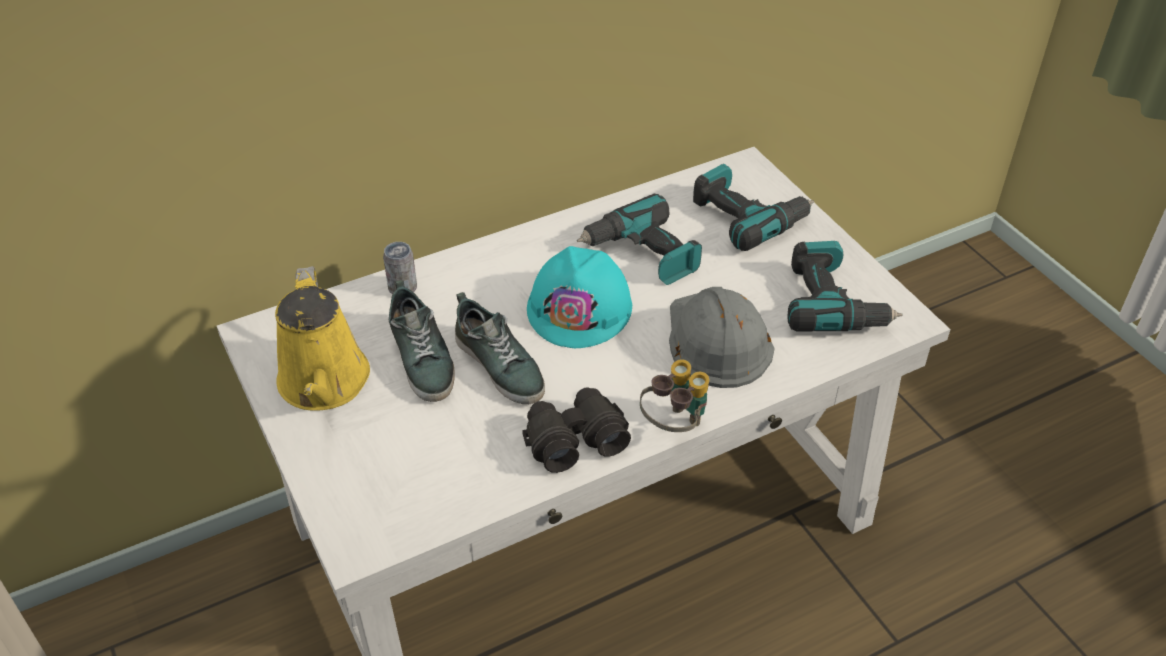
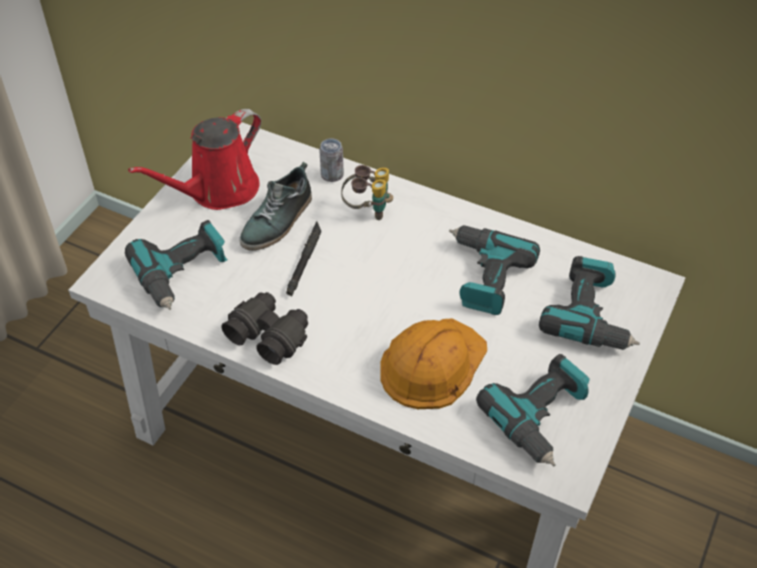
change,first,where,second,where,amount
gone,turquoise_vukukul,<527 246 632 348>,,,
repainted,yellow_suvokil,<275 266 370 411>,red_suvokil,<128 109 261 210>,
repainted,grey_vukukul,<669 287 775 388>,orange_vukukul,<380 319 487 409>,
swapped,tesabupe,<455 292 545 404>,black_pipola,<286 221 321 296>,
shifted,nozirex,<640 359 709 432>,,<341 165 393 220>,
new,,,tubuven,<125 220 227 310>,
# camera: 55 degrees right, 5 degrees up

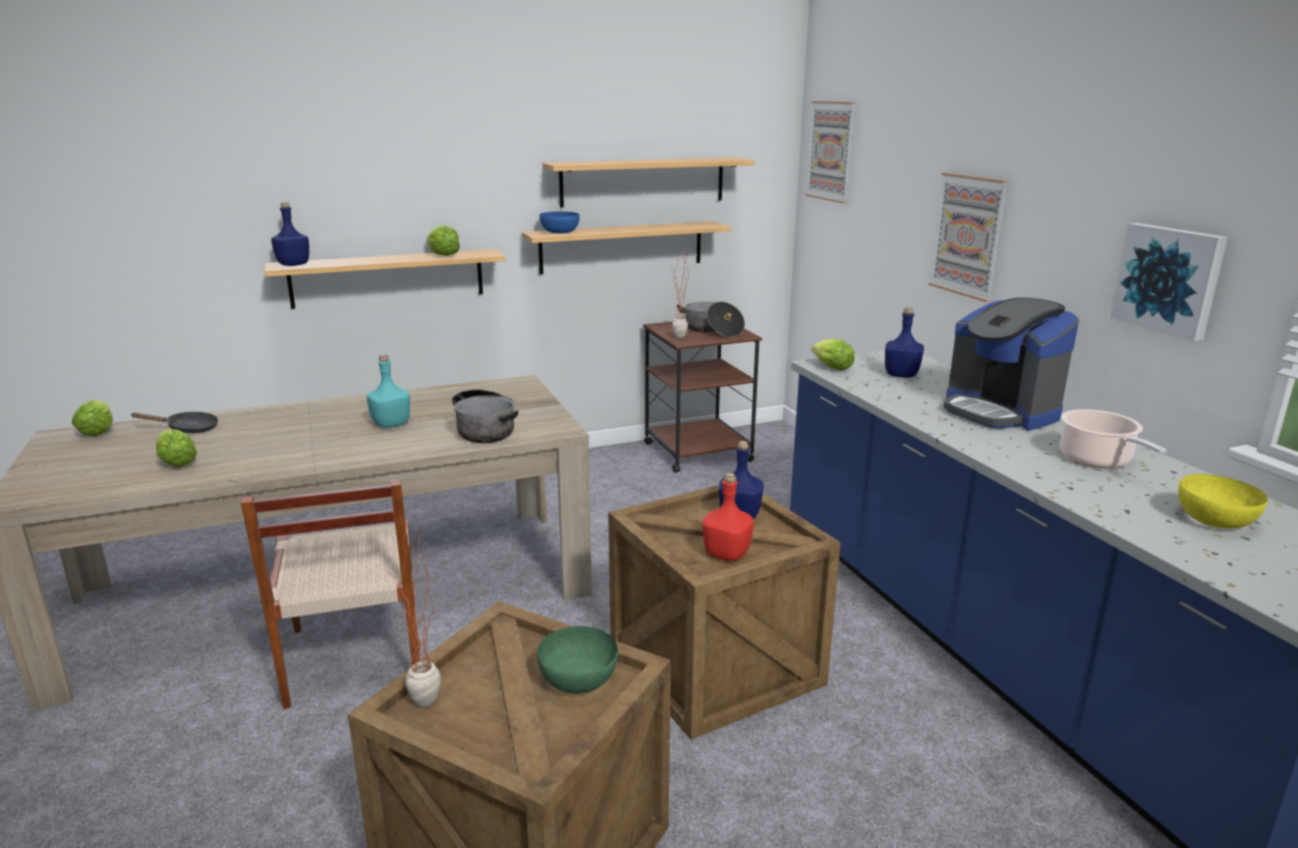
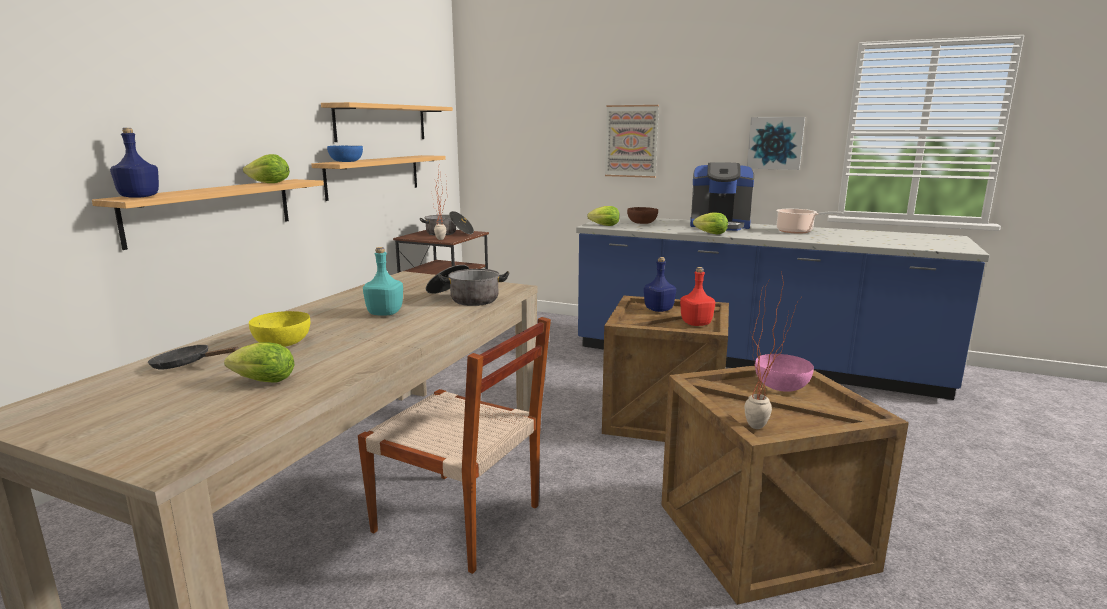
change,first,where,second,where,amount
gone,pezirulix,<805 101 856 204>,,,
swapped,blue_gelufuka,<885 307 924 378>,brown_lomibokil,<627 207 658 224>,
shifted,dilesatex,<72 400 113 436>,,<693 212 728 234>,
rotated,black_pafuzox,<132 412 218 433>,,<148 345 238 370>,120 degrees counterclockwise
shifted,yellow_lomibokil,<1178 474 1268 528>,,<249 311 310 347>,
repainted,green_lomibokil,<537 626 618 693>,pink_lomibokil,<755 354 814 392>,
# camera: 45 degrees left, 5 degrees down

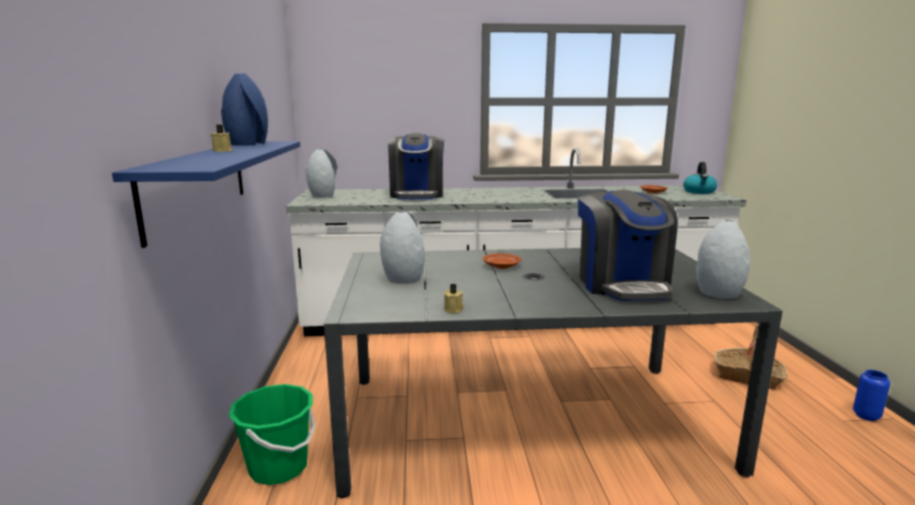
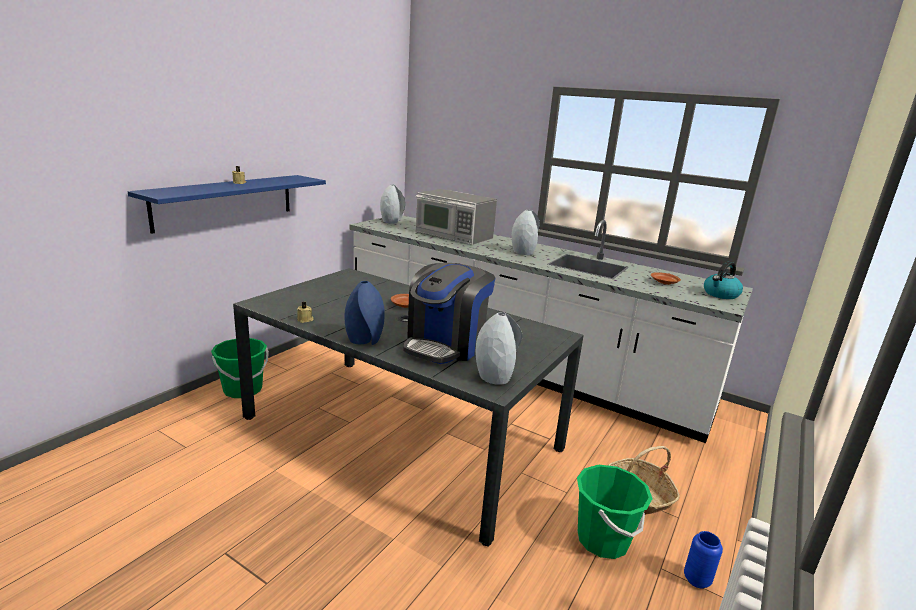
change,first,where,second,where,amount
shifted,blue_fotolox,<221 73 268 146>,,<344 281 384 345>,
swapped,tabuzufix,<388 133 444 199>,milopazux,<416 189 497 245>,
shifted,grey_fotolox,<380 211 425 284>,,<512 210 540 255>,
new,,,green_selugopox,<577 465 653 559>,
# camera: 35 degrees right, 5 degrees up

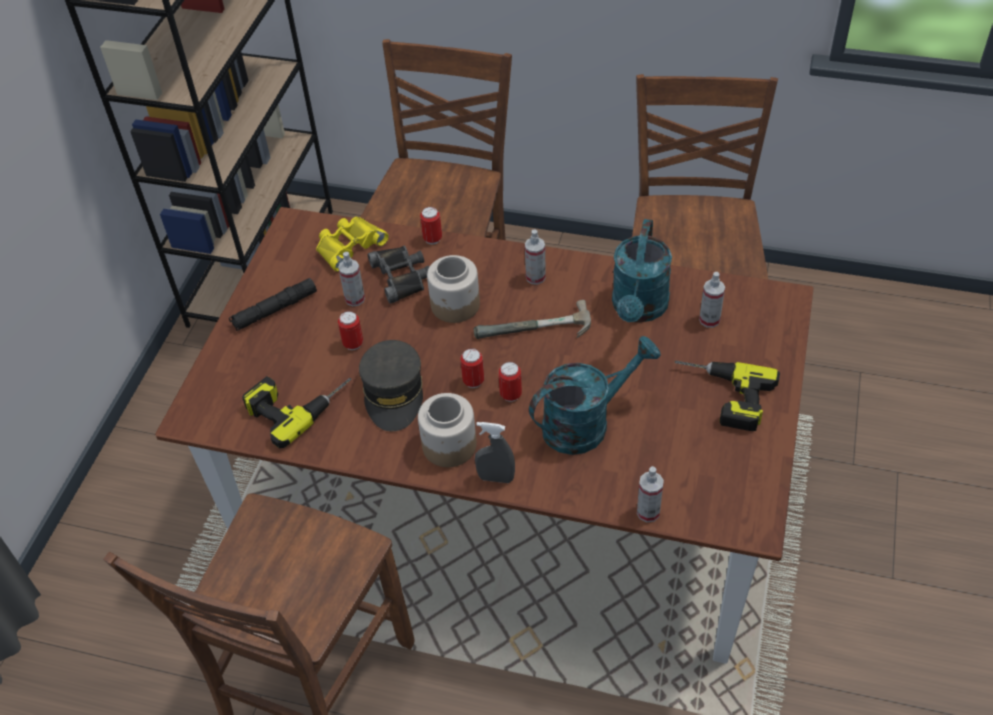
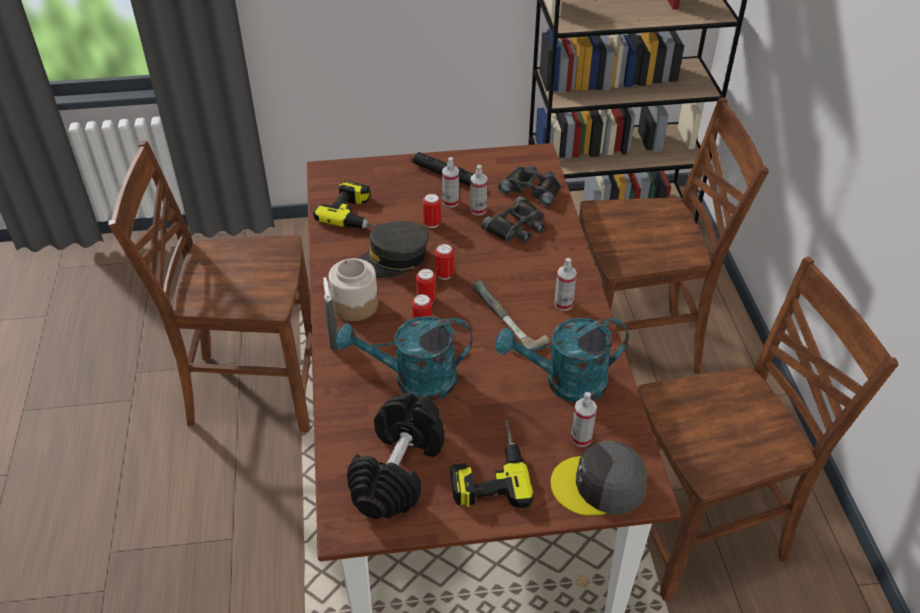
change,first,where,second,where,amount
shifted,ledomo,<420 207 442 244>,,<435 244 454 280>,
repainted,yellow_nozirex,<316 217 389 272>,black_nozirex,<498 166 561 207>,
gone,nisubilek,<427 255 480 323>,,,
rotated,turquoise_suvokil,<529 336 661 455>,,<336 316 473 401>,135 degrees clockwise
shifted,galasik,<637 466 664 522>,,<442 157 459 208>,
new,,,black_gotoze,<347 392 444 519>,
new,,,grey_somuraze,<550 441 647 516>,
# camera: 65 degrees right, 5 degrees down

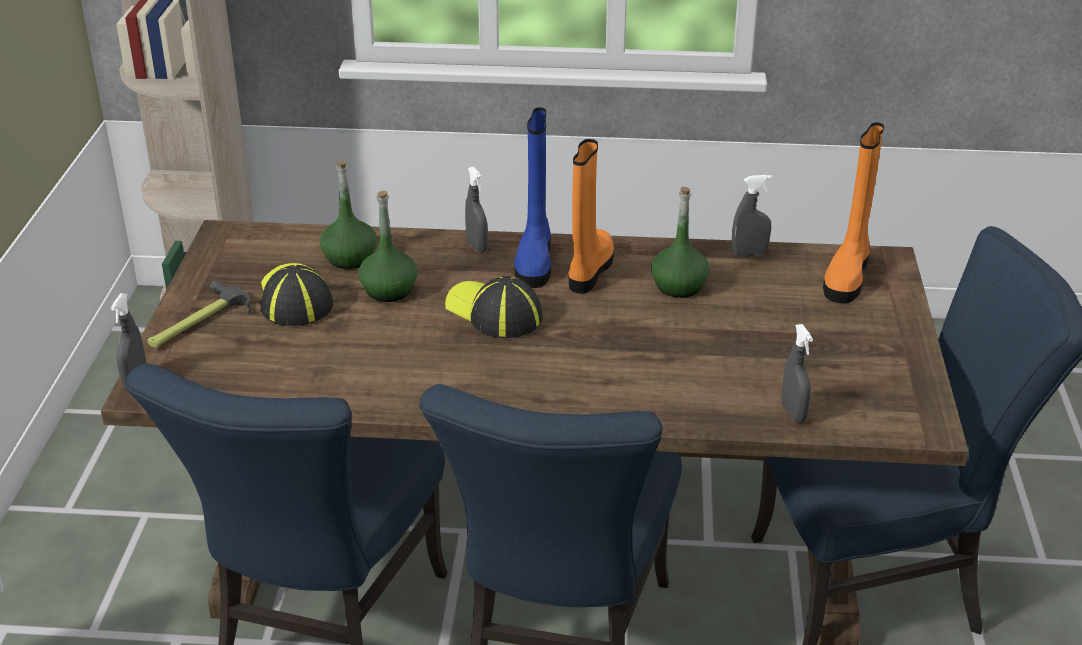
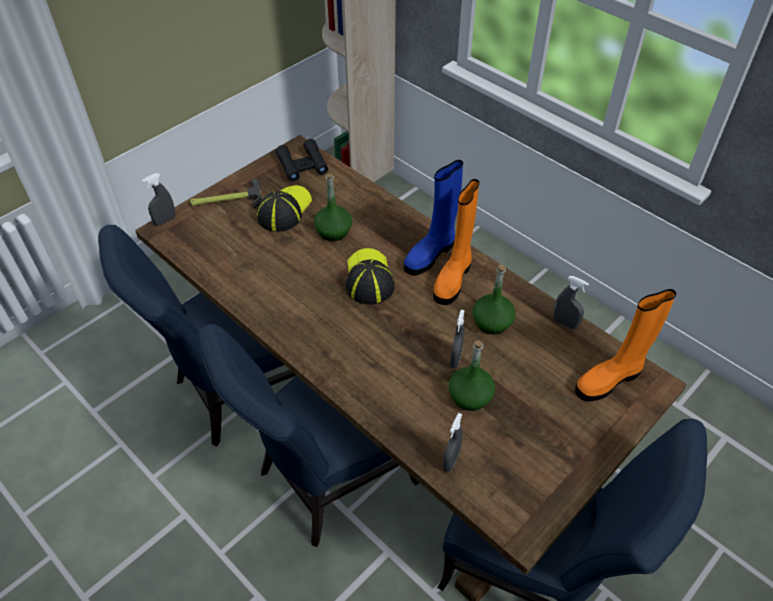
change,first,where,second,where,amount
rotated,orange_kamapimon,<568 139 614 294>,,<433 179 479 305>,150 degrees clockwise
shifted,green_gelufuka,<320 161 377 269>,,<448 340 495 411>,
shifted,grey_galasik,<465 167 488 253>,,<450 310 465 368>,
new,,,black_nozirex,<276 139 328 182>,
# camera: 40 degrees right, 15 degrees up

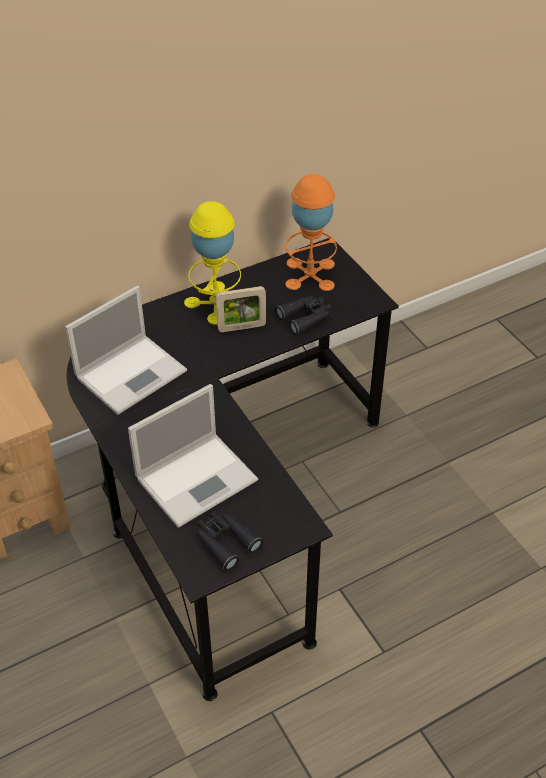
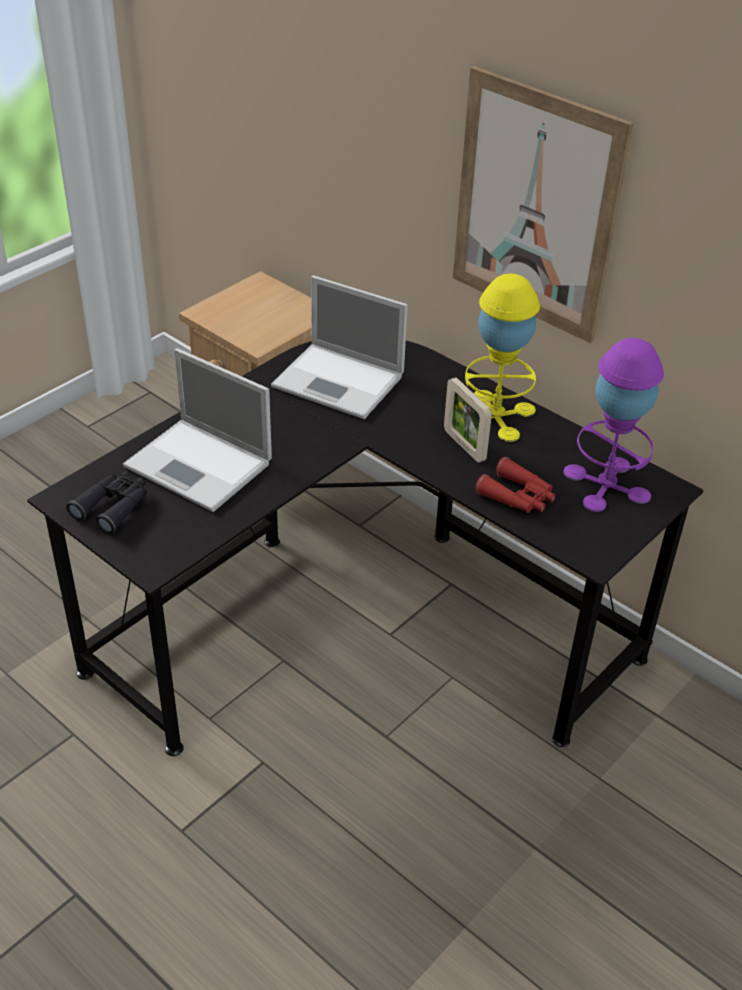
change,first,where,second,where,amount
repainted,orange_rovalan,<285 174 337 291>,purple_rovalan,<564 338 664 512>,
repainted,black_nozirex,<275 295 331 335>,red_nozirex,<475 457 556 513>,
new,,,pezirulix,<453 66 633 343>,
# camera: 70 degrees right, 5 degrees down

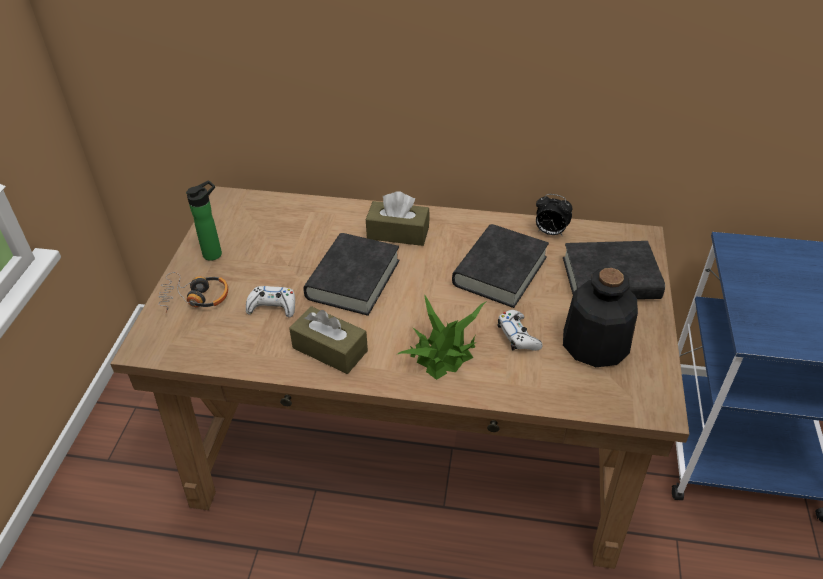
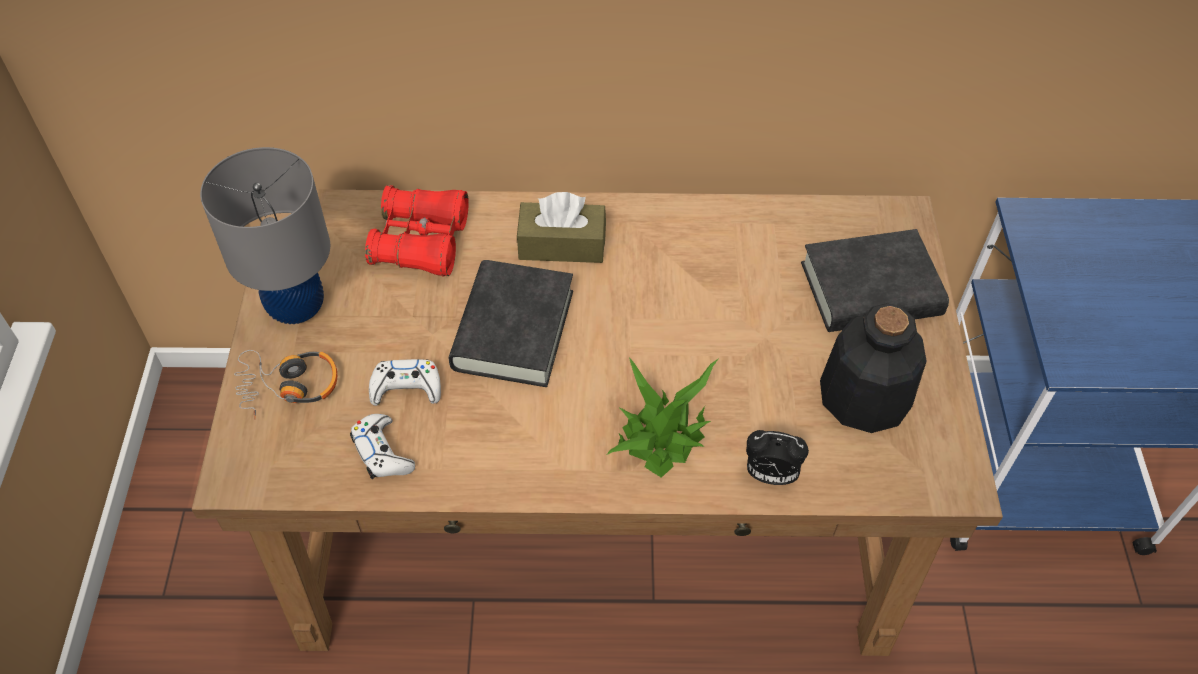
change,first,where,second,where,amount
swapped,gelufuka,<186 181 222 261>,grey_rovalan,<200 147 330 324>,
shifted,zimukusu,<536 194 572 235>,,<746 430 809 485>,
gone,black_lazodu,<452 224 549 308>,,,
gone,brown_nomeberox,<289 306 368 374>,,,
shifted,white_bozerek,<498 310 543 351>,,<350 414 415 479>,
new,,,red_nozirex,<365 185 469 277>,
# camera: 10 degrees left, 10 degrees up

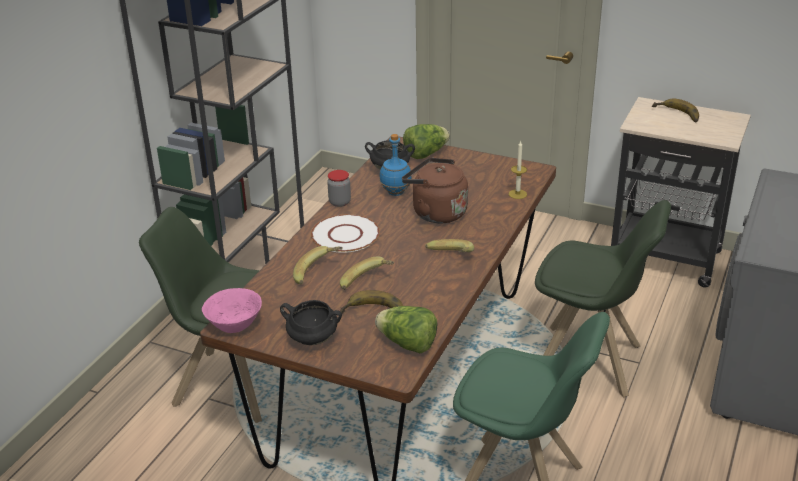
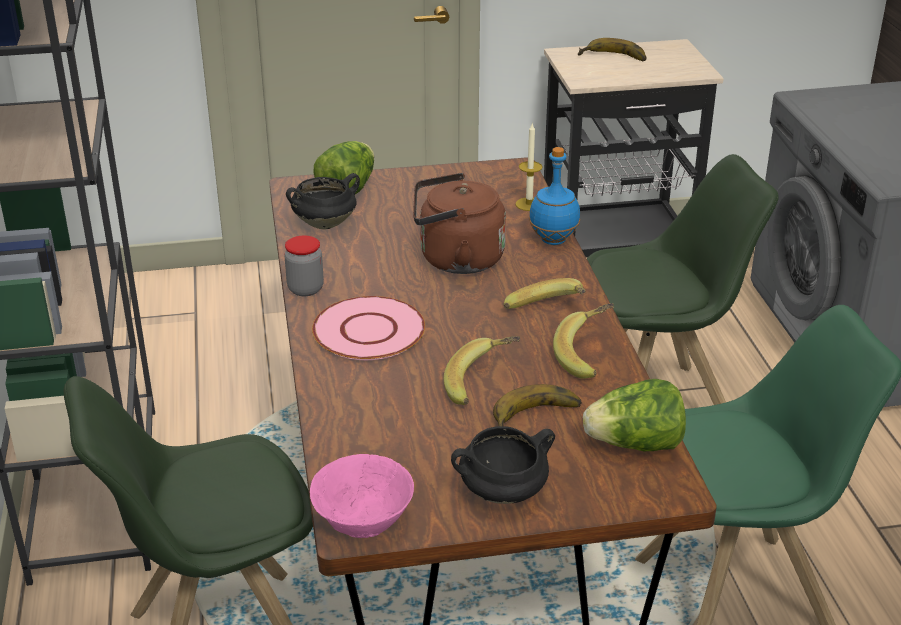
change,first,where,second,where,amount
shifted,blue_gelufuka,<379 134 412 196>,,<529 147 580 245>,
repainted,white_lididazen,<311 214 380 253>,pink_lididazen,<312 296 425 360>,
shifted,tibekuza,<293 246 343 284>,,<553 303 614 379>,
# camera: 35 degrees left, 0 degrees up

